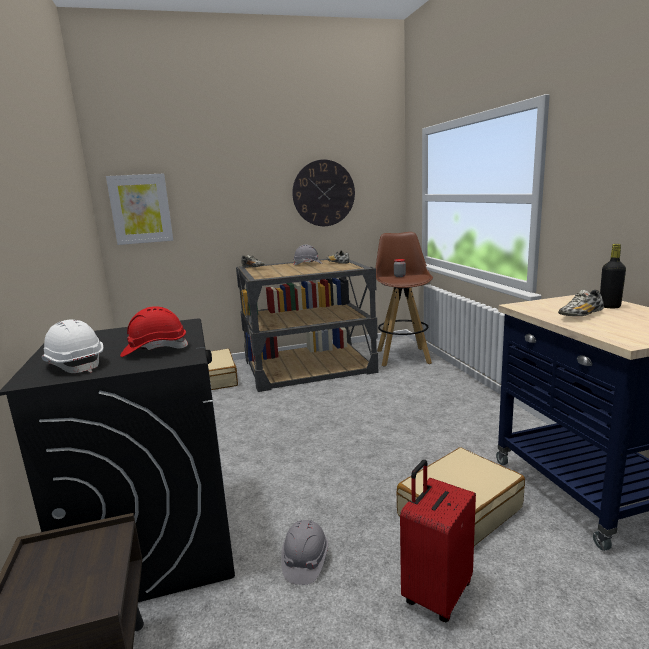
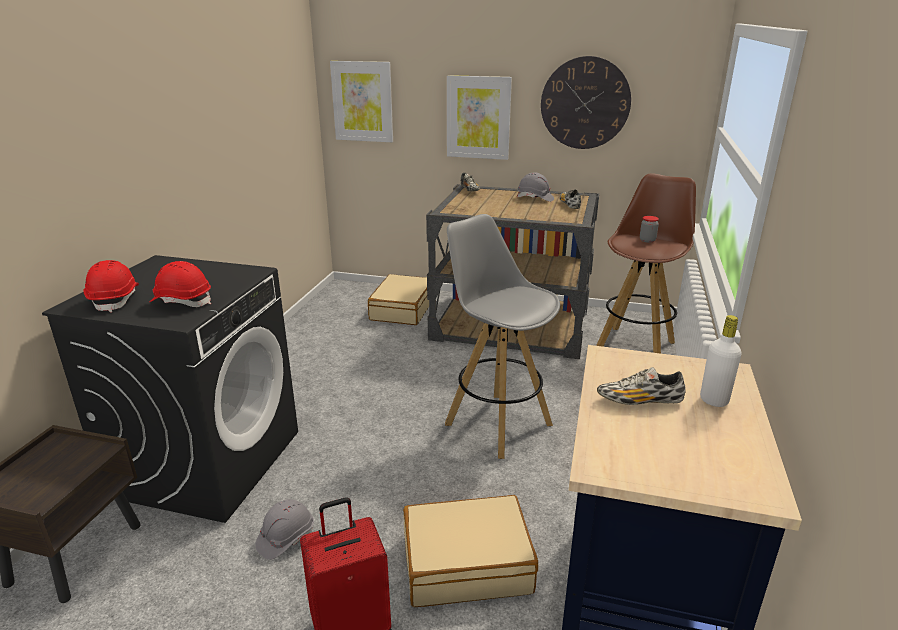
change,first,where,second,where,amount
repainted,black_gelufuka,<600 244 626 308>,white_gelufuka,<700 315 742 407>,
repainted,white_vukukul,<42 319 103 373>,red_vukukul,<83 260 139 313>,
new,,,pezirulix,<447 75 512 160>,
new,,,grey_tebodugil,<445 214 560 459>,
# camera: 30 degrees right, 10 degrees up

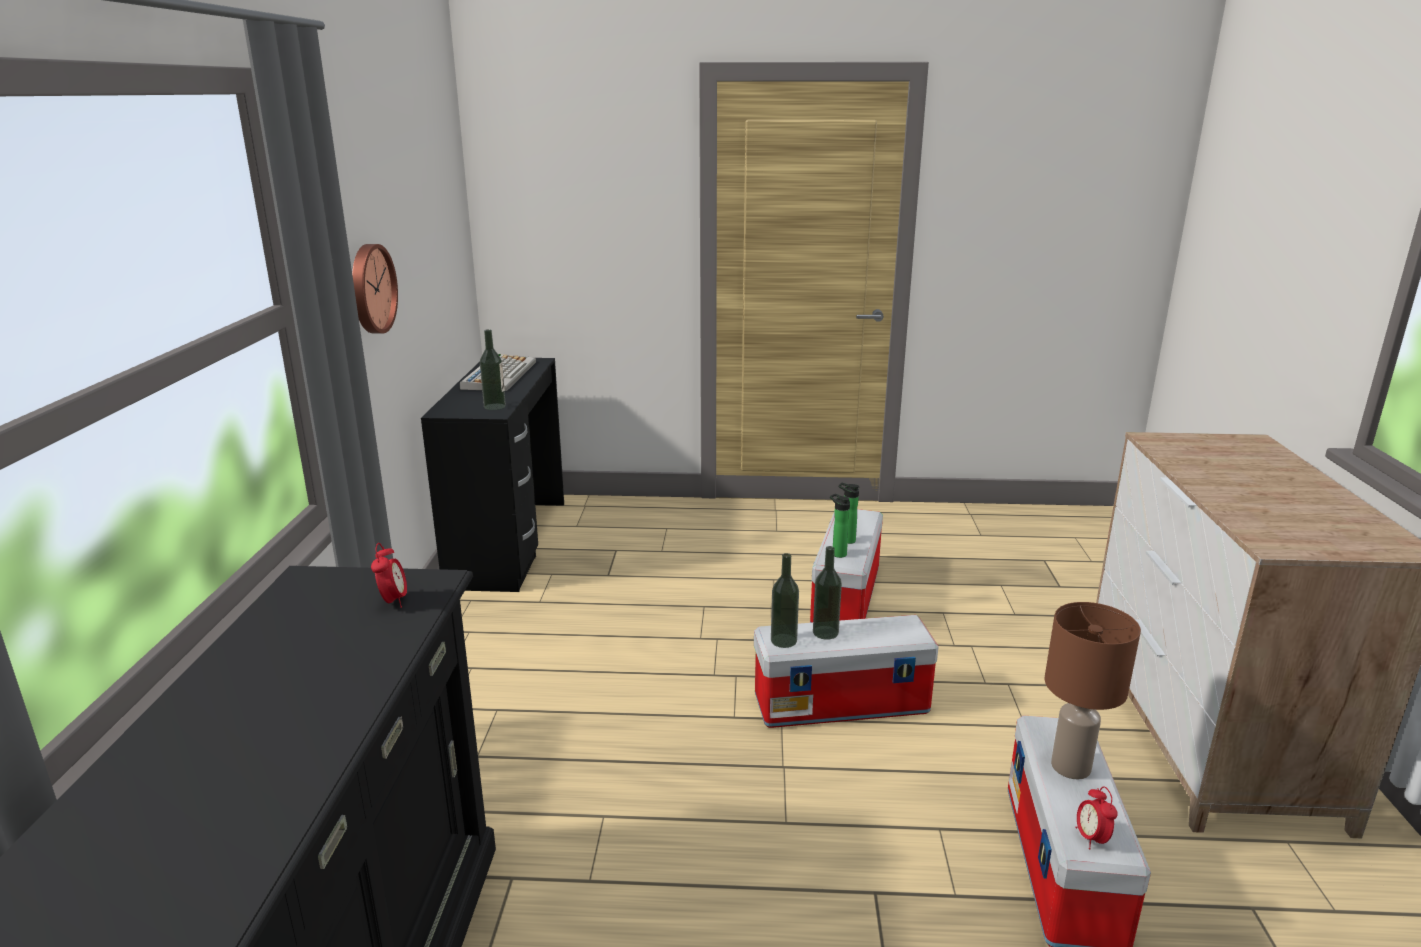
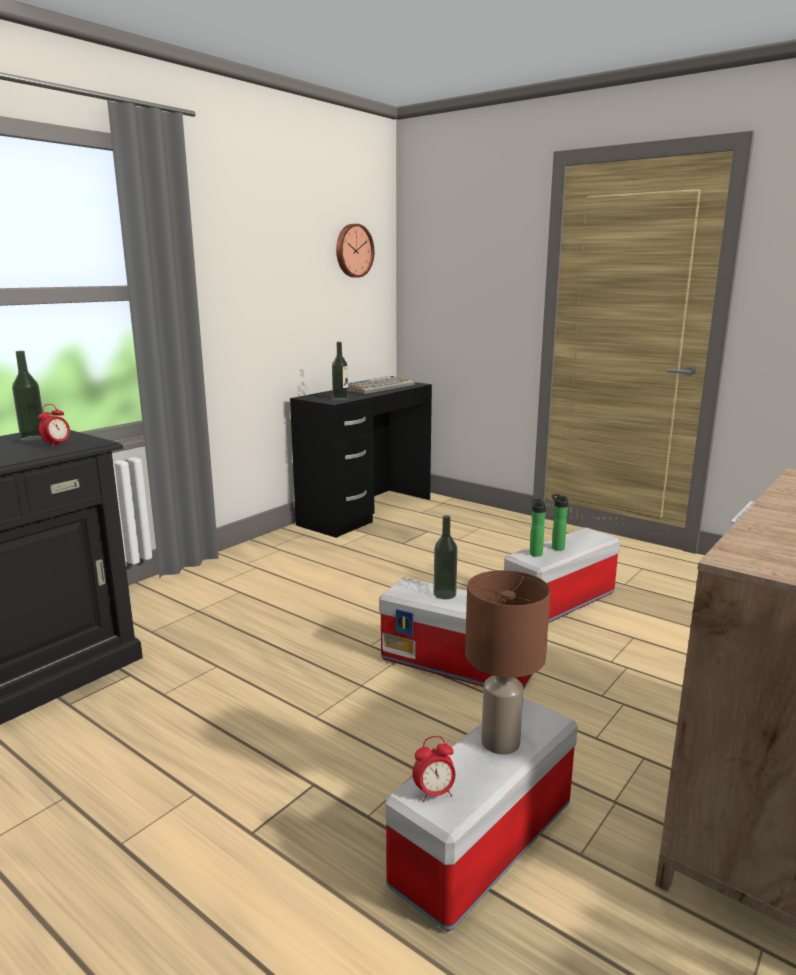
change,first,where,second,where,amount
shifted,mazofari,<352 244 398 334>,,<336 224 374 278>,
shifted,gelufuka,<771 553 799 648>,,<12 351 43 441>,
rotated,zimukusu,<1075 786 1118 849>,,<412 736 455 802>,135 degrees counterclockwise
# camera: 35 degrees right, 5 degrees down

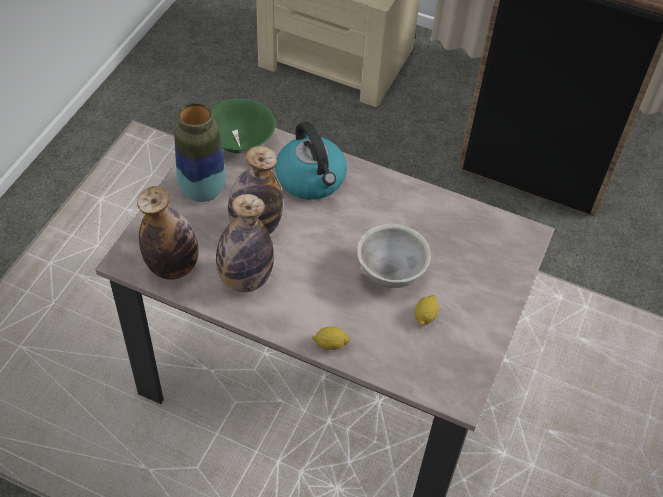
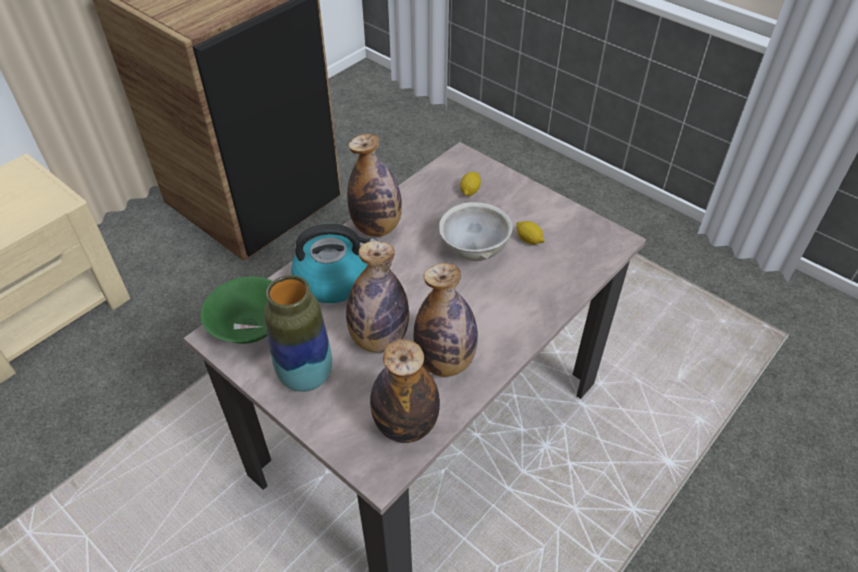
change,first,where,second,where,amount
shifted,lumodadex,<312 327 351 350>,,<460 172 481 196>,
new,,,gelufuka,<347 134 402 237>,
# camera: 70 degrees left, 5 degrees down

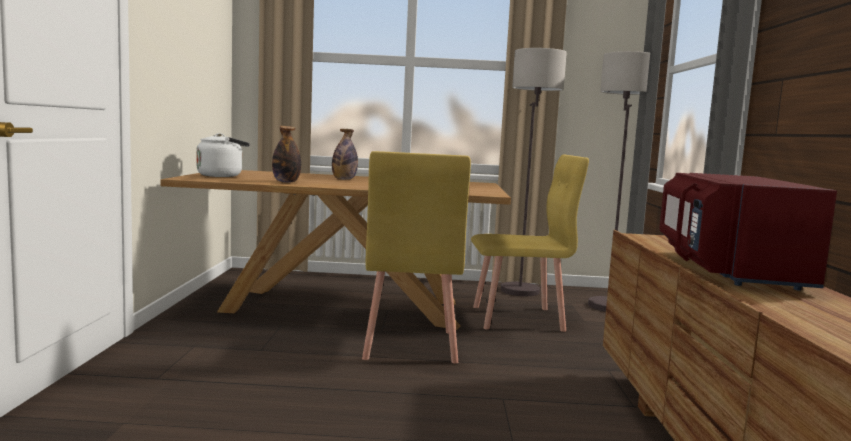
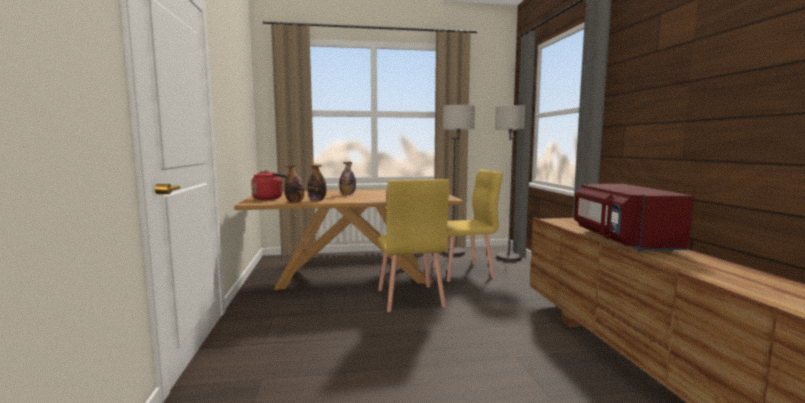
change,first,where,second,where,amount
repainted,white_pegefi,<196 133 250 177>,red_pegefi,<251 170 287 200>,
new,,,gelufuka,<284 164 304 203>,
# camera: 10 degrees left, 0 degrees up

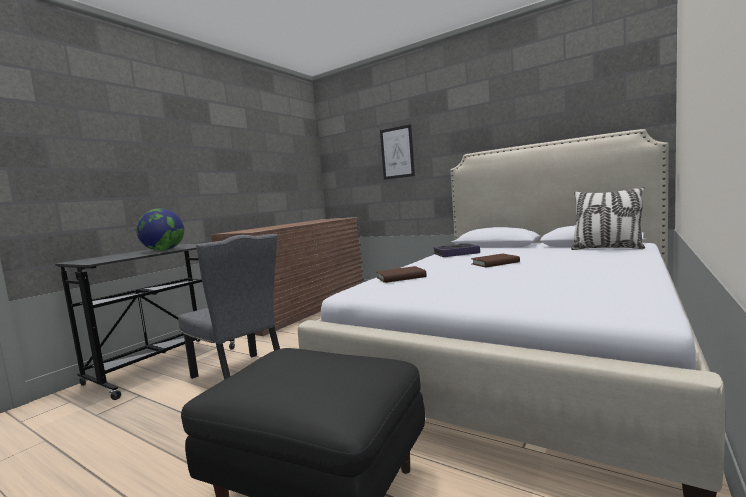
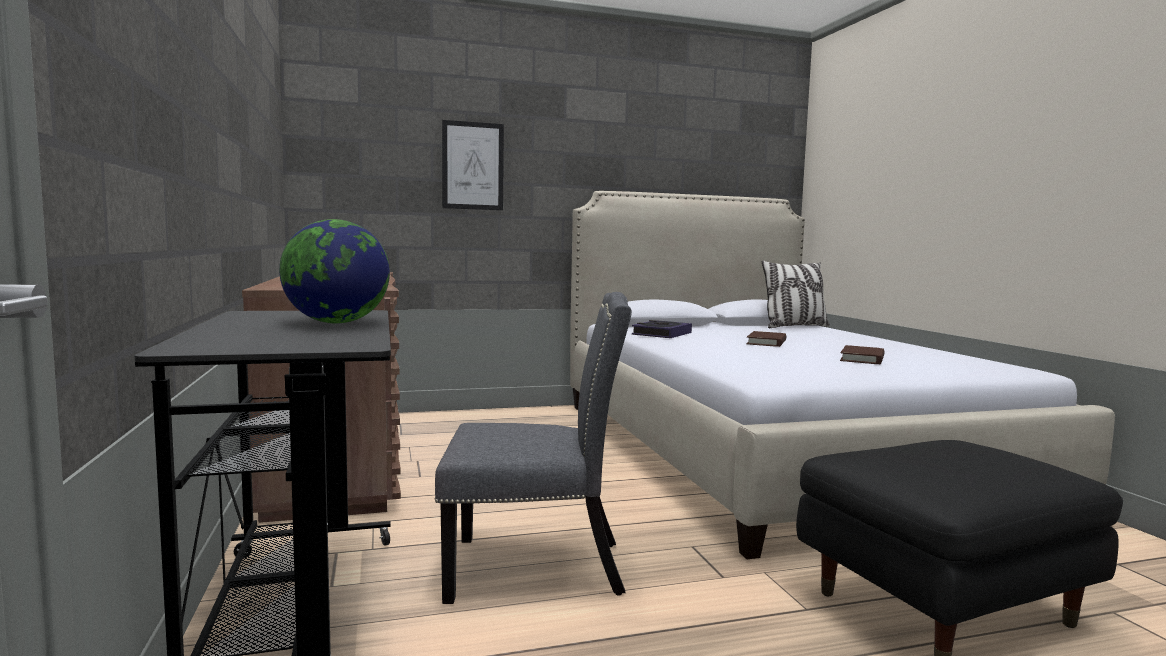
change,first,where,second,where,amount
shifted,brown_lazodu,<376 266 427 283>,,<840 345 885 364>,
# camera: 50 degrees left, 0 degrees up

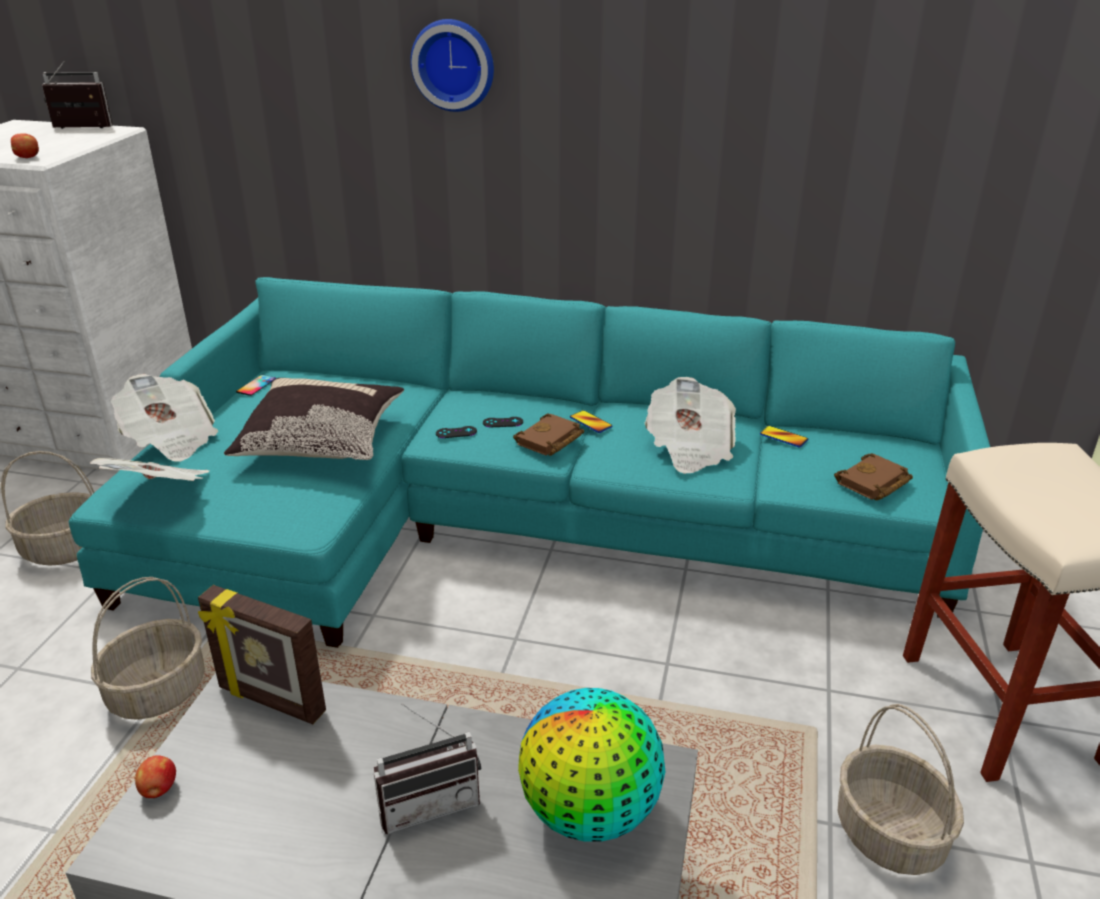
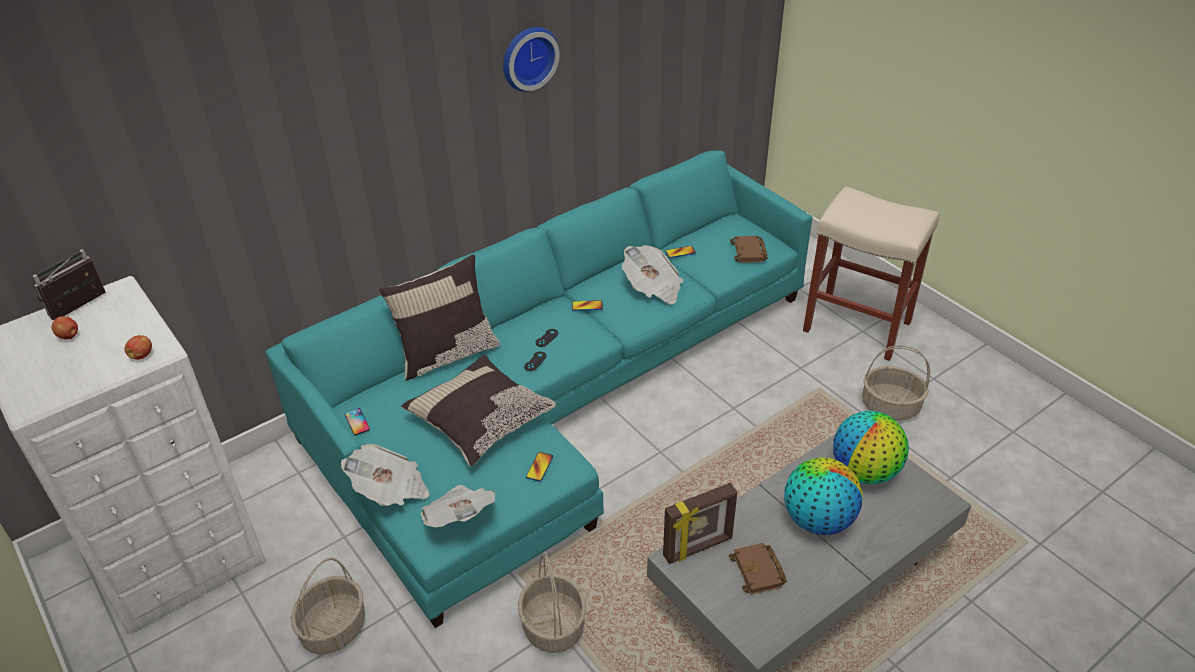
change,first,where,second,where,amount
shifted,mazofari,<410 19 494 112>,,<503 27 559 92>,
shifted,brown_lazodu,<513 413 584 456>,,<729 543 787 595>,
swapped,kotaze,<374 703 481 834>,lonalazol,<784 457 862 535>,
shifted,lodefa,<135 755 176 798>,,<52 316 78 339>,
new,,,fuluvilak,<379 254 500 381>,
new,,,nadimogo,<526 452 553 482>,
# camera: 50 degrees left, 10 degrees up

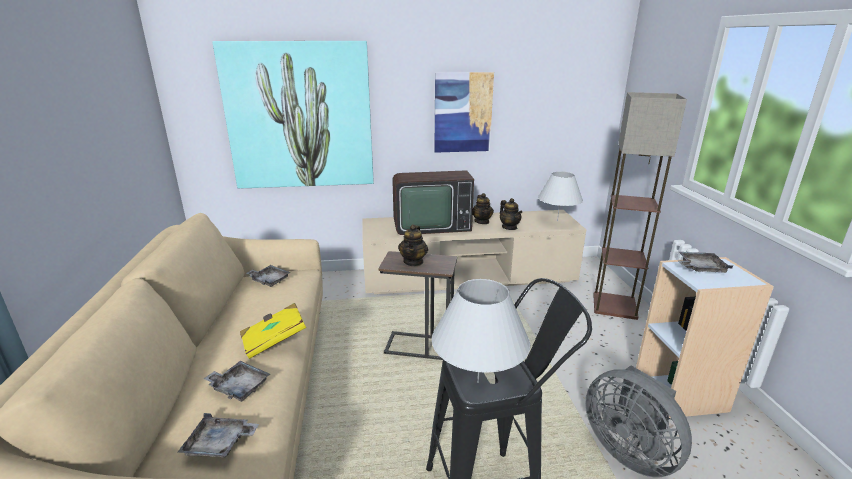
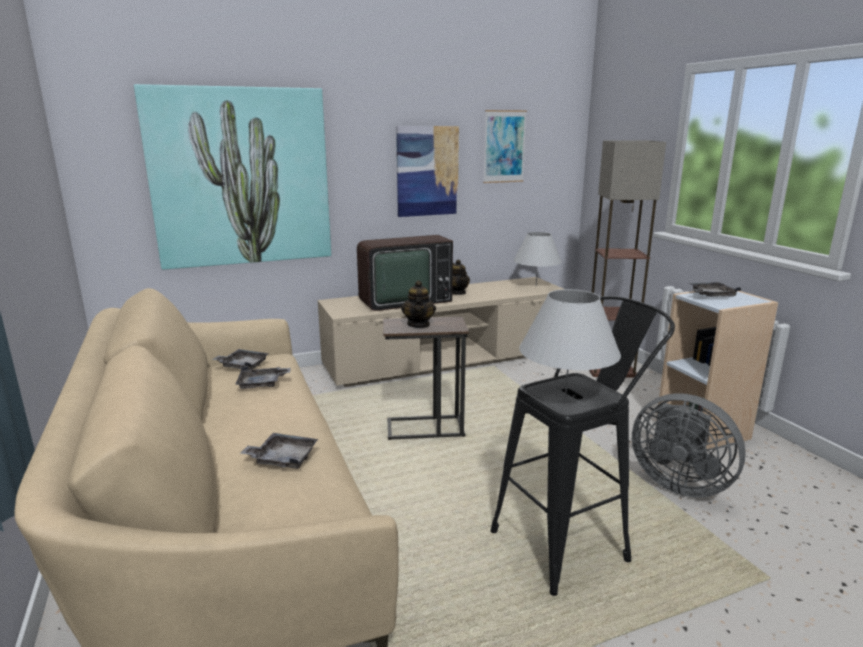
change,first,where,second,where,amount
gone,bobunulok,<500 198 522 230>,,,
gone,yellow_lazodu,<240 303 306 359>,,,
shifted,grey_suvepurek,<178 413 259 457>,,<235 366 291 389>,
new,,,pezirulix,<483 110 527 183>,
# camera: 15 degrees left, 5 degrees down

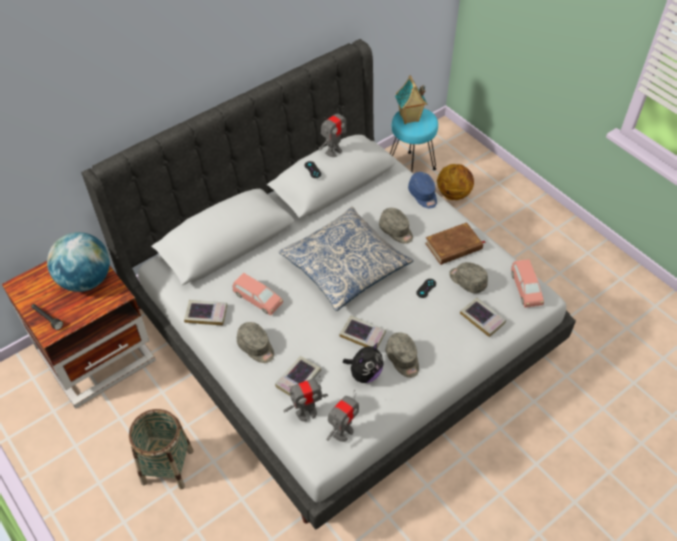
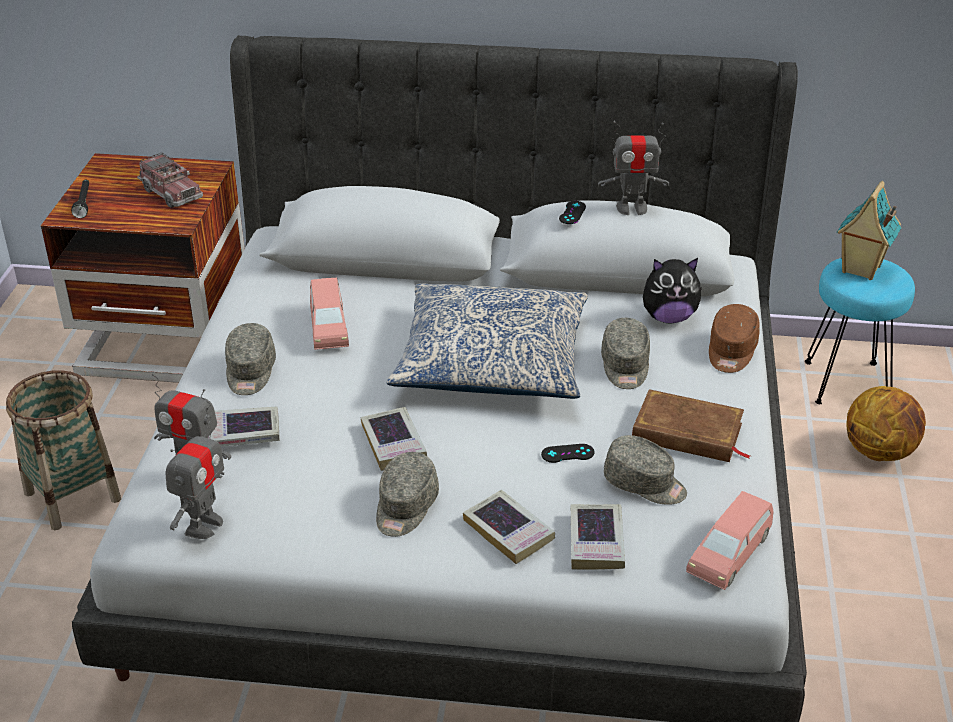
change,first,where,second,where,amount
repainted,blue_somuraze,<408 172 437 208>,brown_somuraze,<709 304 760 373>,
swapped,lonalazol,<47 232 110 292>,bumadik,<137 153 203 208>,
rotated,grey_somuraze,<449 262 488 293>,,<604 435 687 505>,120 degrees clockwise
shifted,lazodu,<184 300 227 326>,,<463 490 555 564>,
shifted,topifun,<343 343 384 383>,,<643 258 702 323>,
rotated,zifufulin,<326 390 359 442>,,<165 416 224 539>,60 degrees counterclockwise
# camera: 45 degrees right, 15 degrees down

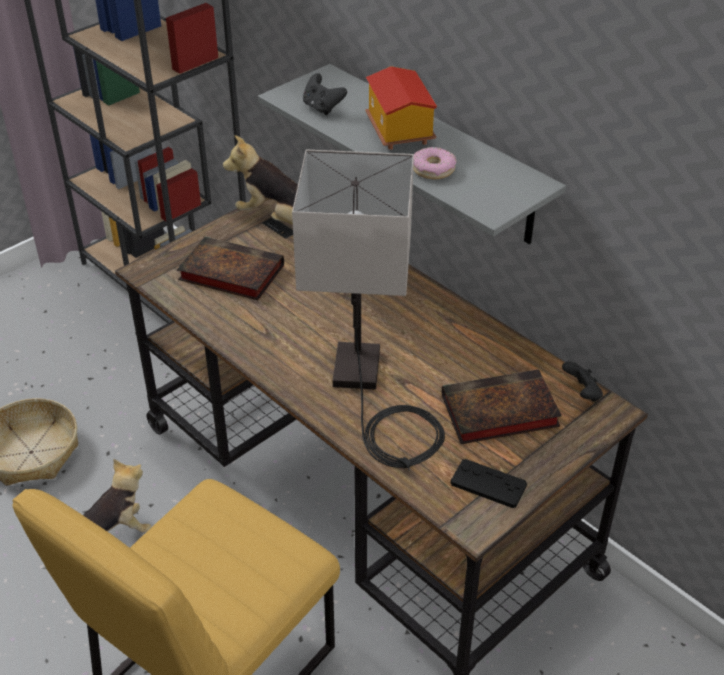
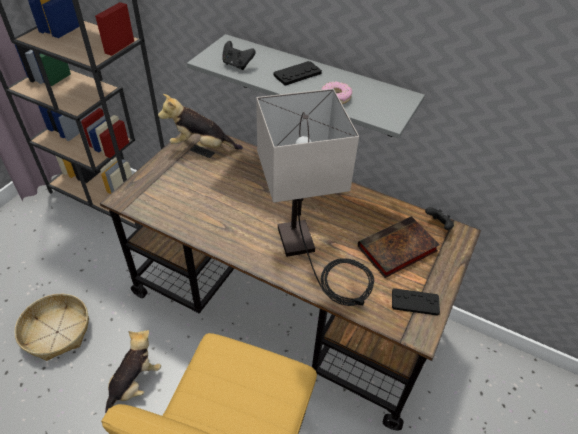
change,first,where,second,where,amount
swapped,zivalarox,<366 66 437 150>,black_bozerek,<274 61 322 85>,
gone,lazodu,<177 236 284 300>,,,
# camera: 20 degrees left, 5 degrees up

